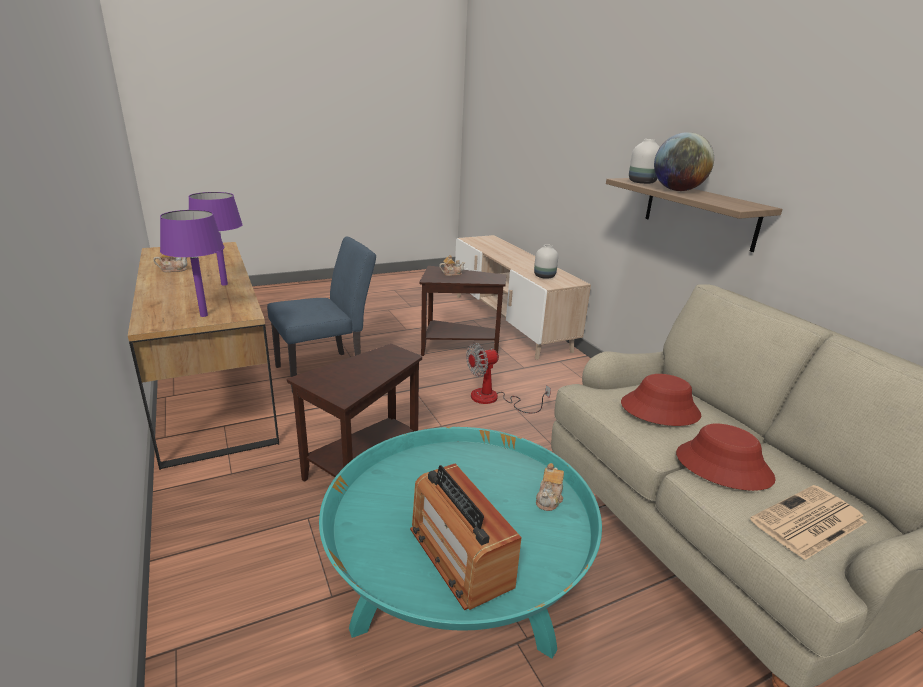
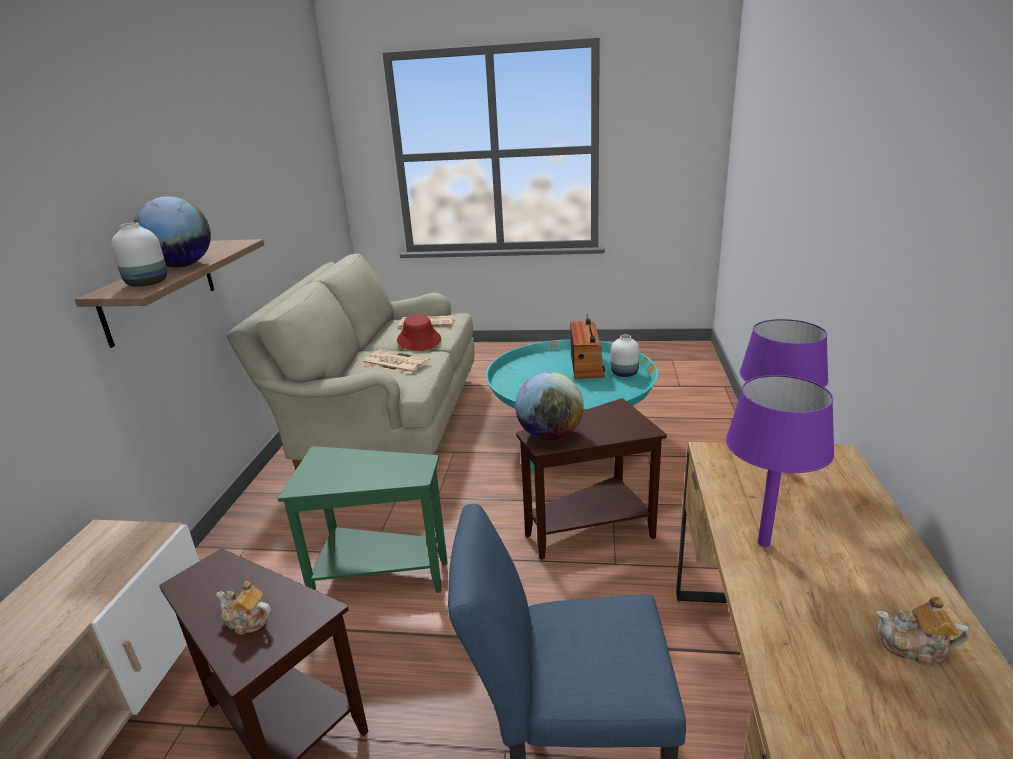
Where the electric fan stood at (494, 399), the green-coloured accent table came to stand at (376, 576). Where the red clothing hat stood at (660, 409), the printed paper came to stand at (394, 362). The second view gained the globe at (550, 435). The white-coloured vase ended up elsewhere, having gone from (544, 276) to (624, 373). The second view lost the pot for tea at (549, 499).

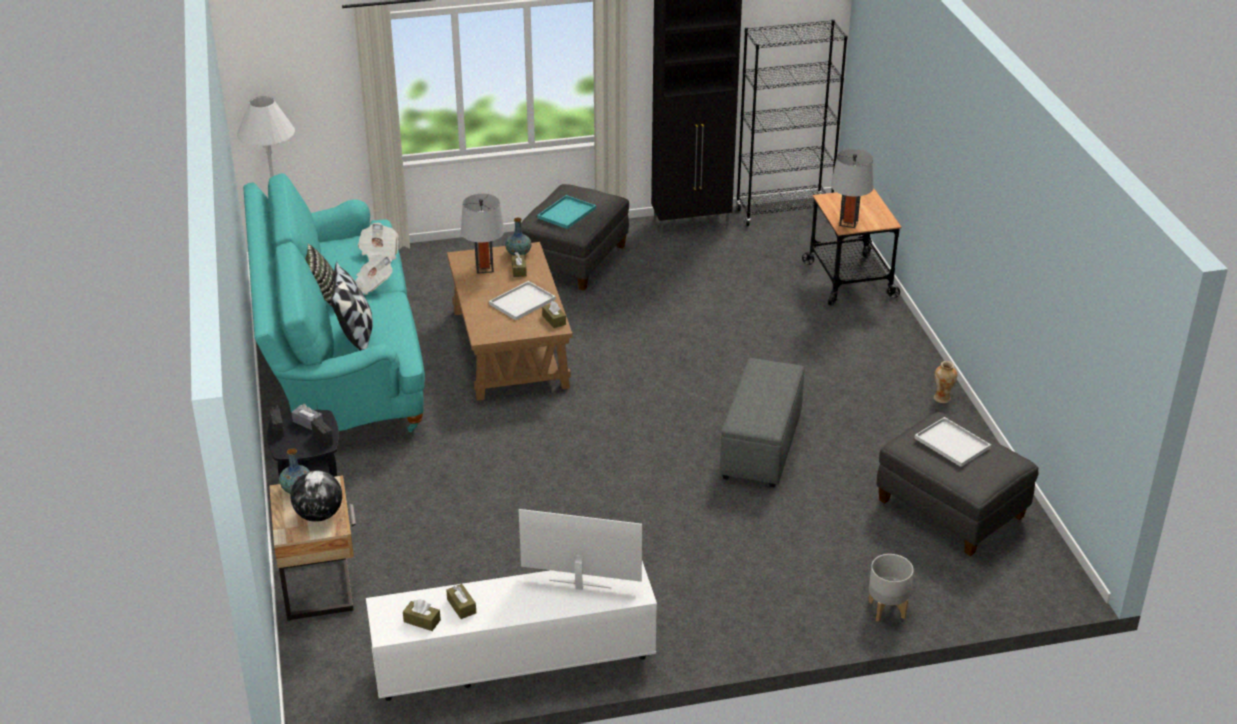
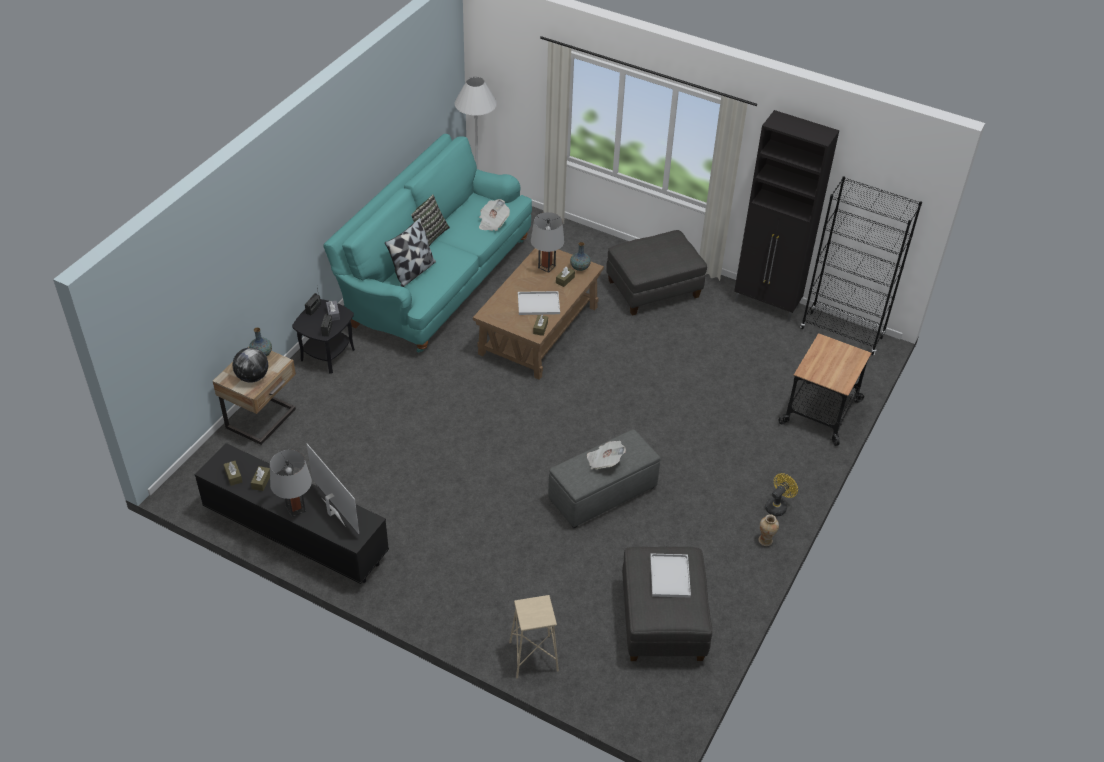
What was the white-coloured tv unit at (512, 665) turned into the blackish tv unit at (295, 535). The greyish table lamp ended up elsewhere, having gone from (848, 223) to (295, 509). Where the greyish plant pot stood at (887, 610), the beige-coloured stool came to stand at (533, 656). The printed paper ended up elsewhere, having gone from (372, 285) to (604, 461). The second view gained the yellowish electric fan at (777, 506). The second view lost the turquoise-coloured serving tray at (566, 214).

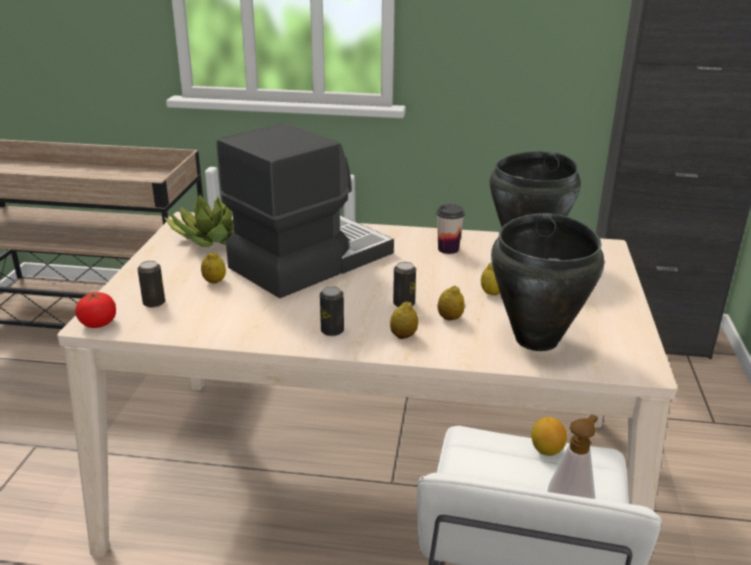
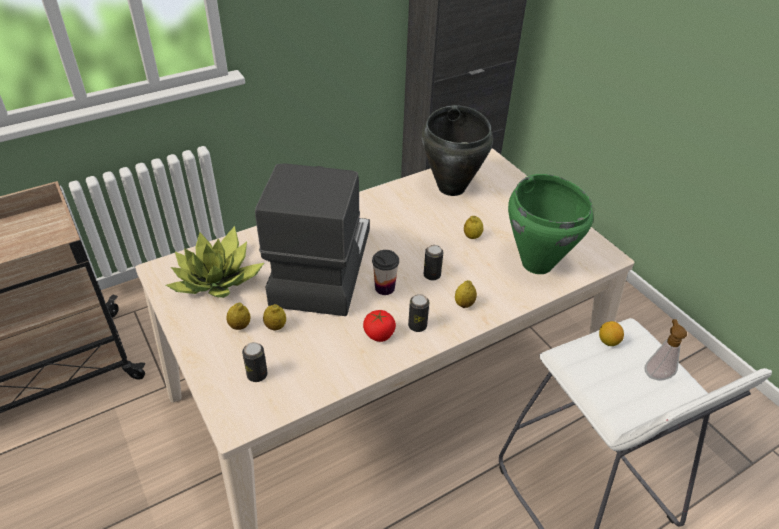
The lemon ended up elsewhere, having gone from (450, 318) to (240, 326). The fresh tomato ended up elsewhere, having gone from (98, 323) to (379, 334). The drinking cup ended up elsewhere, having gone from (448, 249) to (384, 288). What was the blackish saucepot at (537, 339) turned into the green-coloured saucepot at (537, 263).

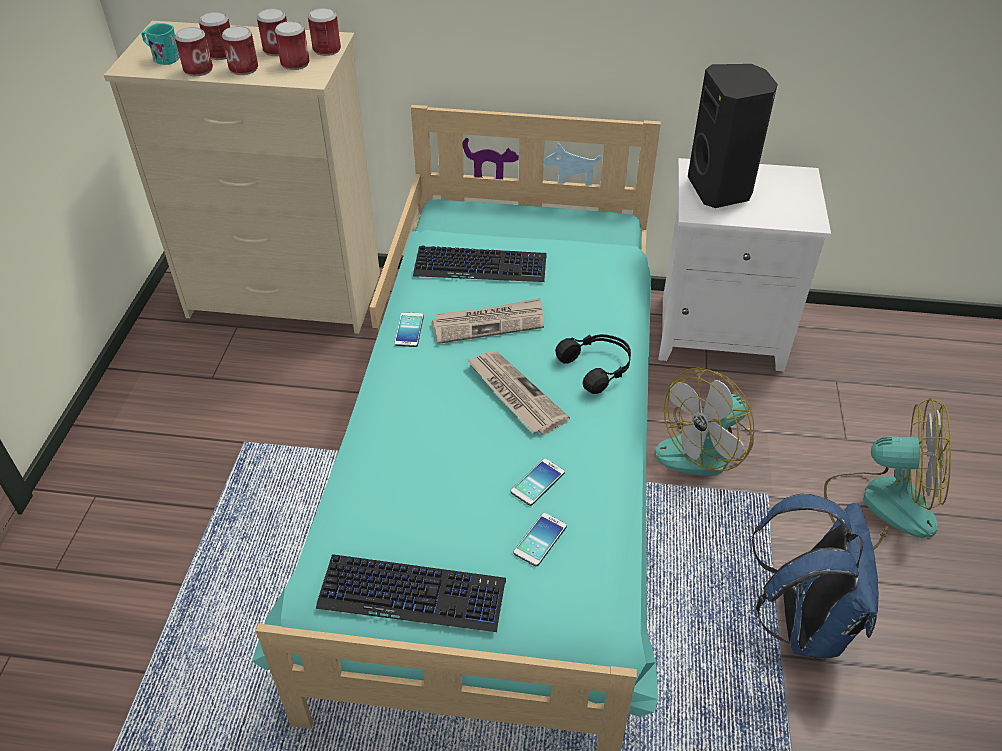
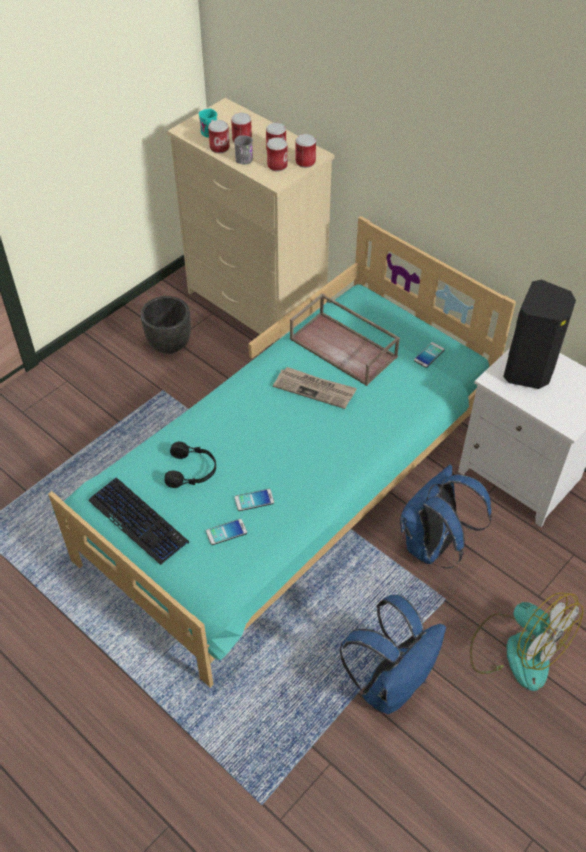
The second view gained the blackish plant pot at (169, 344). The blackish pair of headphones ended up elsewhere, having gone from (597, 367) to (192, 471). Where the sealed can stood at (244, 68), the greyish tea mug came to stand at (245, 157). Where the keyboard stood at (480, 266), the brown serving tray came to stand at (344, 348). Where the electric fan stood at (705, 448), the blue-coloured rucksack came to stand at (433, 547). The handset ended up elsewhere, having gone from (409, 330) to (429, 355). The second view lost the printed paper at (514, 394).

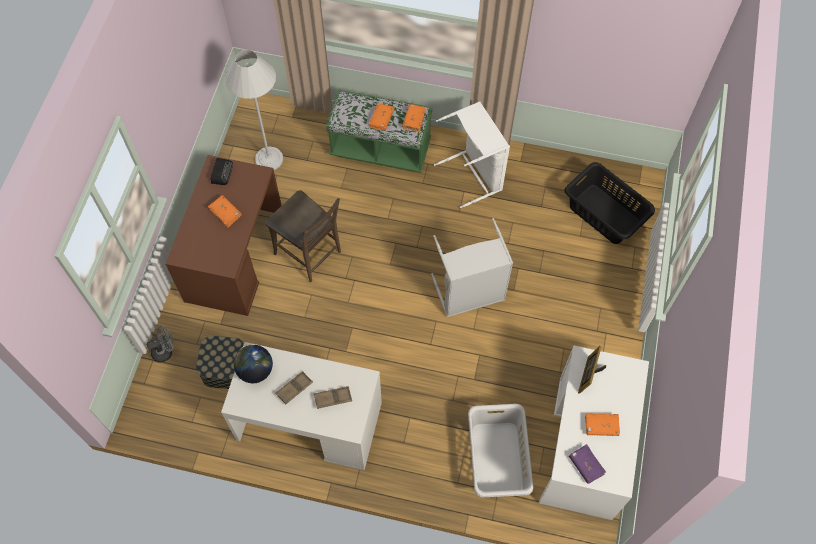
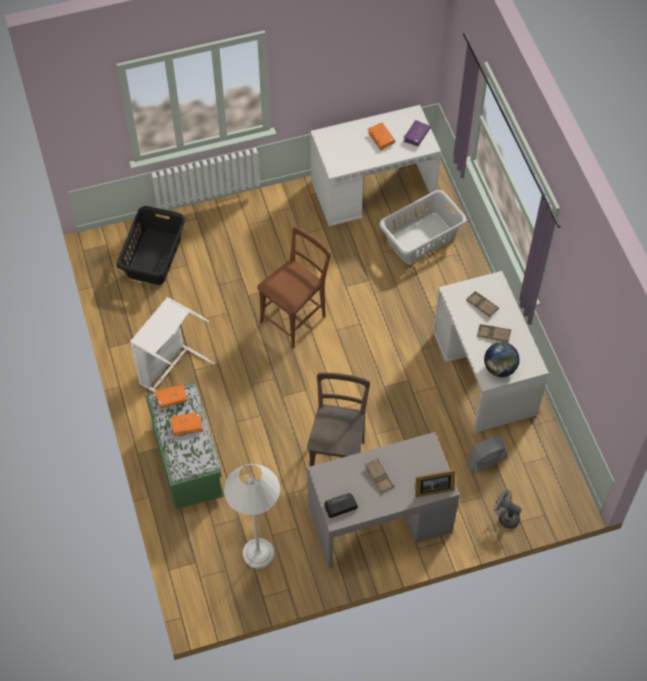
Where the greyish washing basket stood at (470, 294), the brown chair came to stand at (295, 317). What was the brown desk at (234, 255) turned into the greyish desk at (379, 519). Where the orange bound book stood at (225, 213), the brown serving tray came to stand at (379, 477). The standing frame ended up elsewhere, having gone from (589, 375) to (432, 489). Where the storage box stood at (225, 368), the greyish electric fan came to stand at (486, 461).

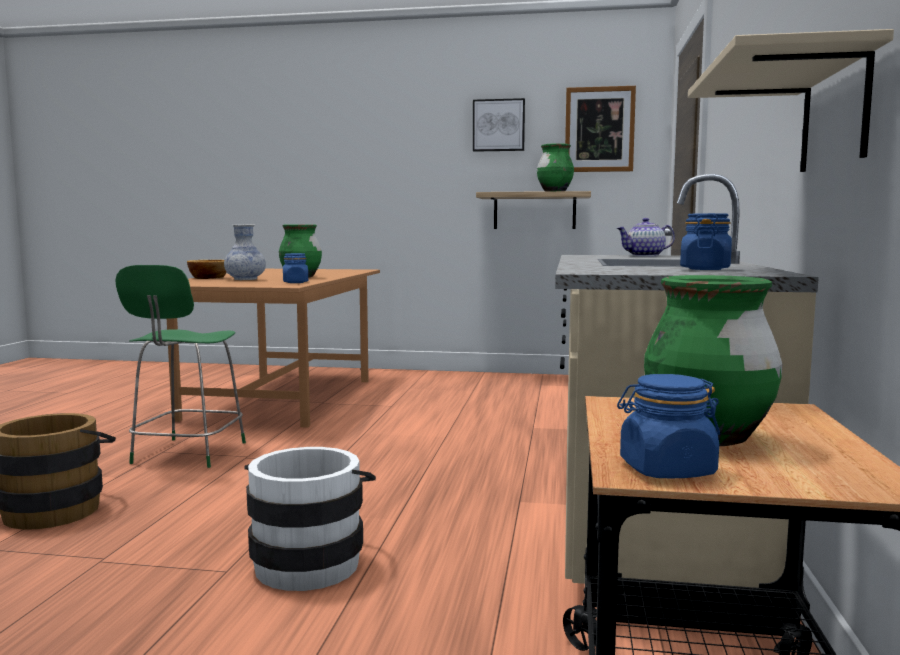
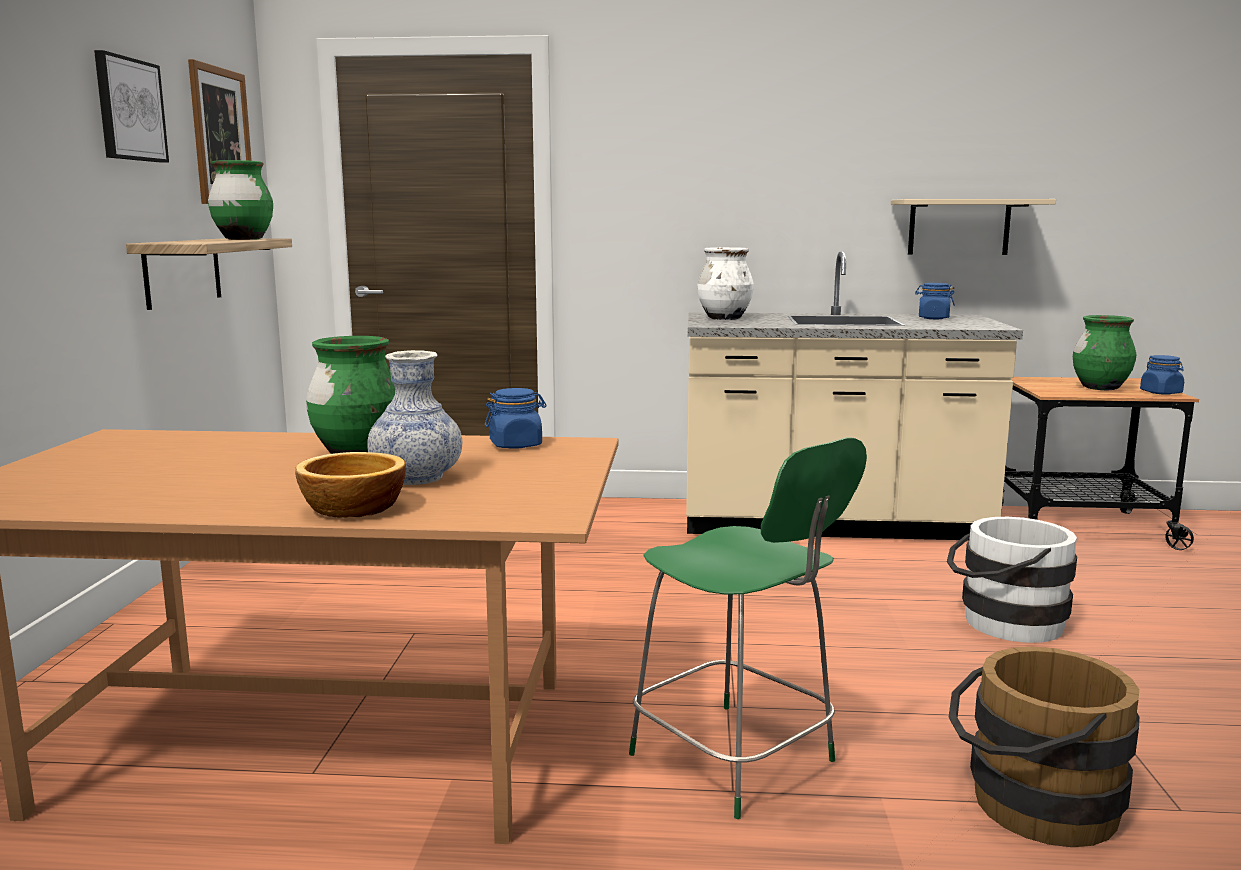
The green-coloured chair at (187, 454) ended up facing another way, 45 degrees clockwise from before. Where the pot for tea stood at (645, 256), the white-coloured vase came to stand at (724, 318).

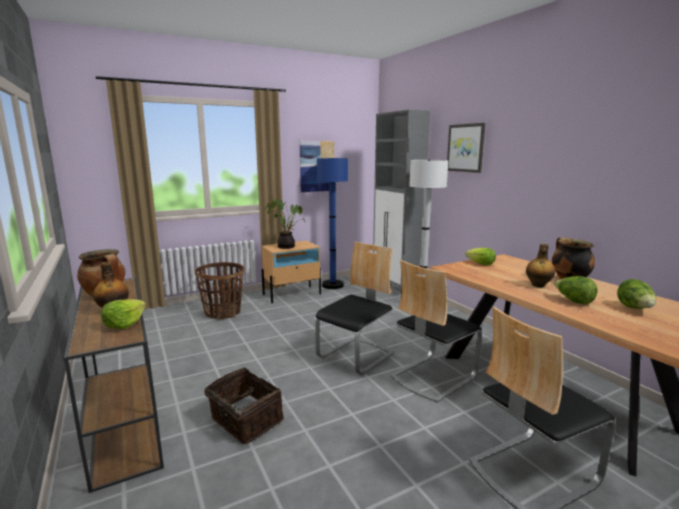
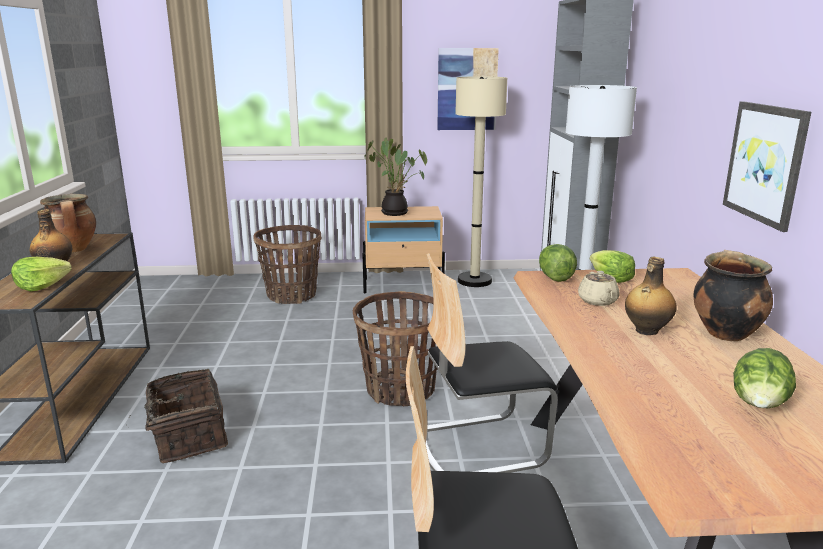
Where the chair stood at (356, 356), the household basket came to stand at (400, 390). What was the blue-coloured standing lamp at (332, 285) turned into the beige-coloured standing lamp at (474, 281). The head of lettuce ended up elsewhere, having gone from (573, 301) to (555, 277). The second view gained the beige-coloured pot for tea at (597, 301). The picture ended up elsewhere, having gone from (465, 148) to (766, 163).

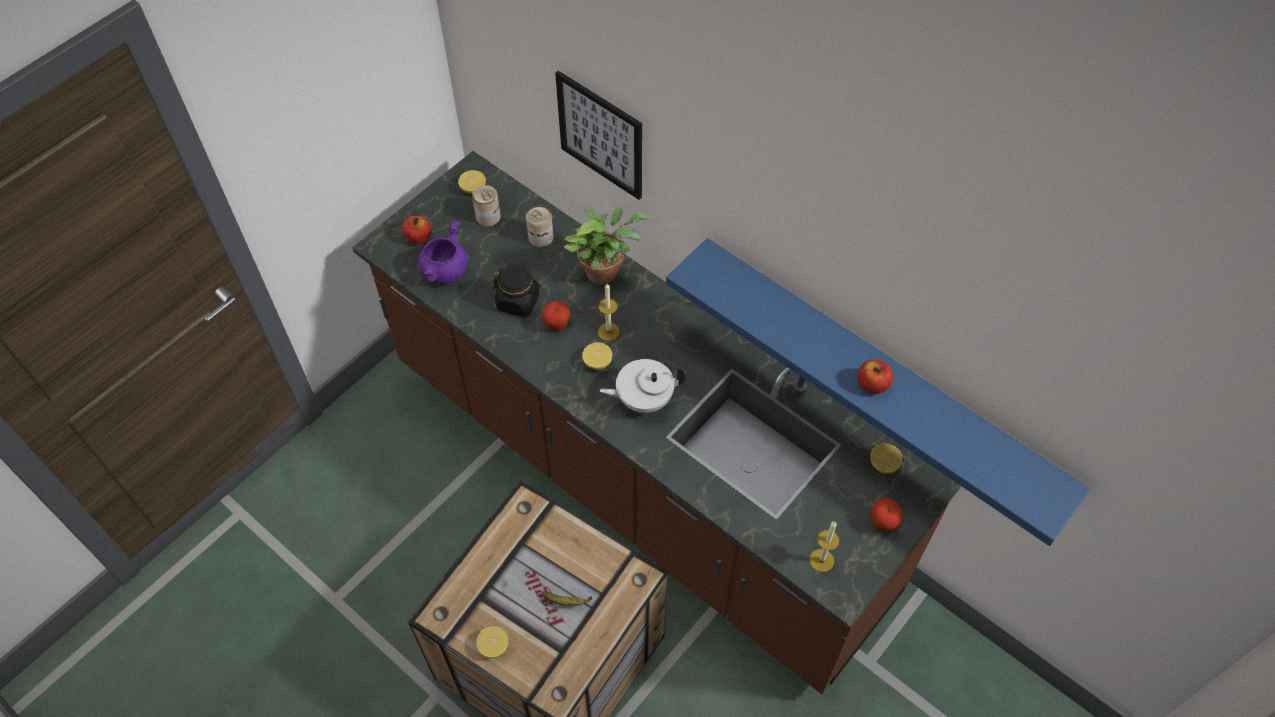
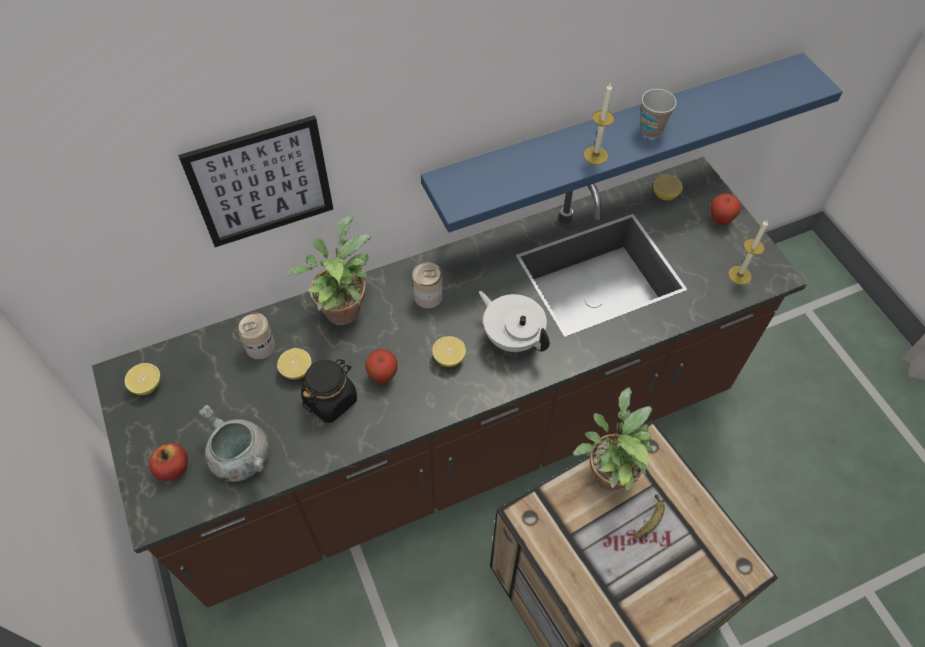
What was the purplish saucepot at (444, 270) turned into the greyish saucepot at (240, 458). The lemon ended up elsewhere, having gone from (493, 646) to (297, 370). The sealed can ended up elsewhere, having gone from (488, 216) to (428, 296). The white-coloured pot for tea at (643, 399) ended up facing another way, 120 degrees clockwise from before. The second view gained the plant in a pot at (609, 470). The wax light ended up elsewhere, having gone from (608, 332) to (595, 155). Where the apple stood at (872, 384), the drinking cup came to stand at (651, 130).

